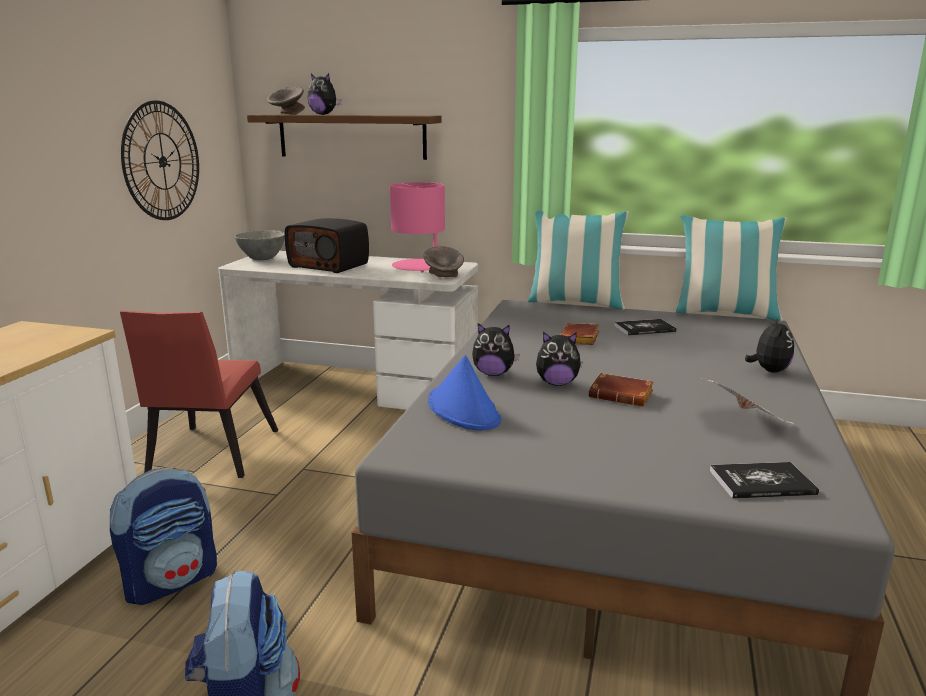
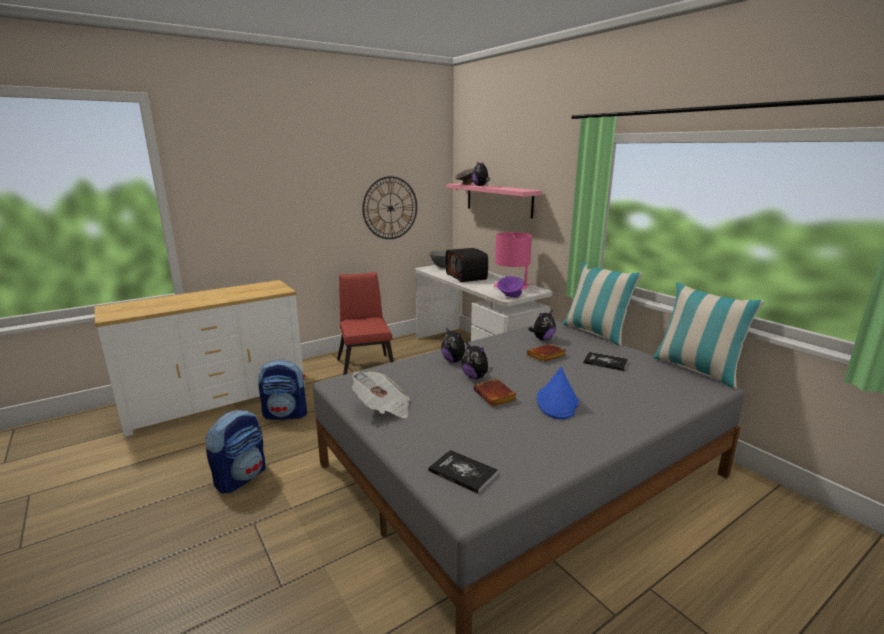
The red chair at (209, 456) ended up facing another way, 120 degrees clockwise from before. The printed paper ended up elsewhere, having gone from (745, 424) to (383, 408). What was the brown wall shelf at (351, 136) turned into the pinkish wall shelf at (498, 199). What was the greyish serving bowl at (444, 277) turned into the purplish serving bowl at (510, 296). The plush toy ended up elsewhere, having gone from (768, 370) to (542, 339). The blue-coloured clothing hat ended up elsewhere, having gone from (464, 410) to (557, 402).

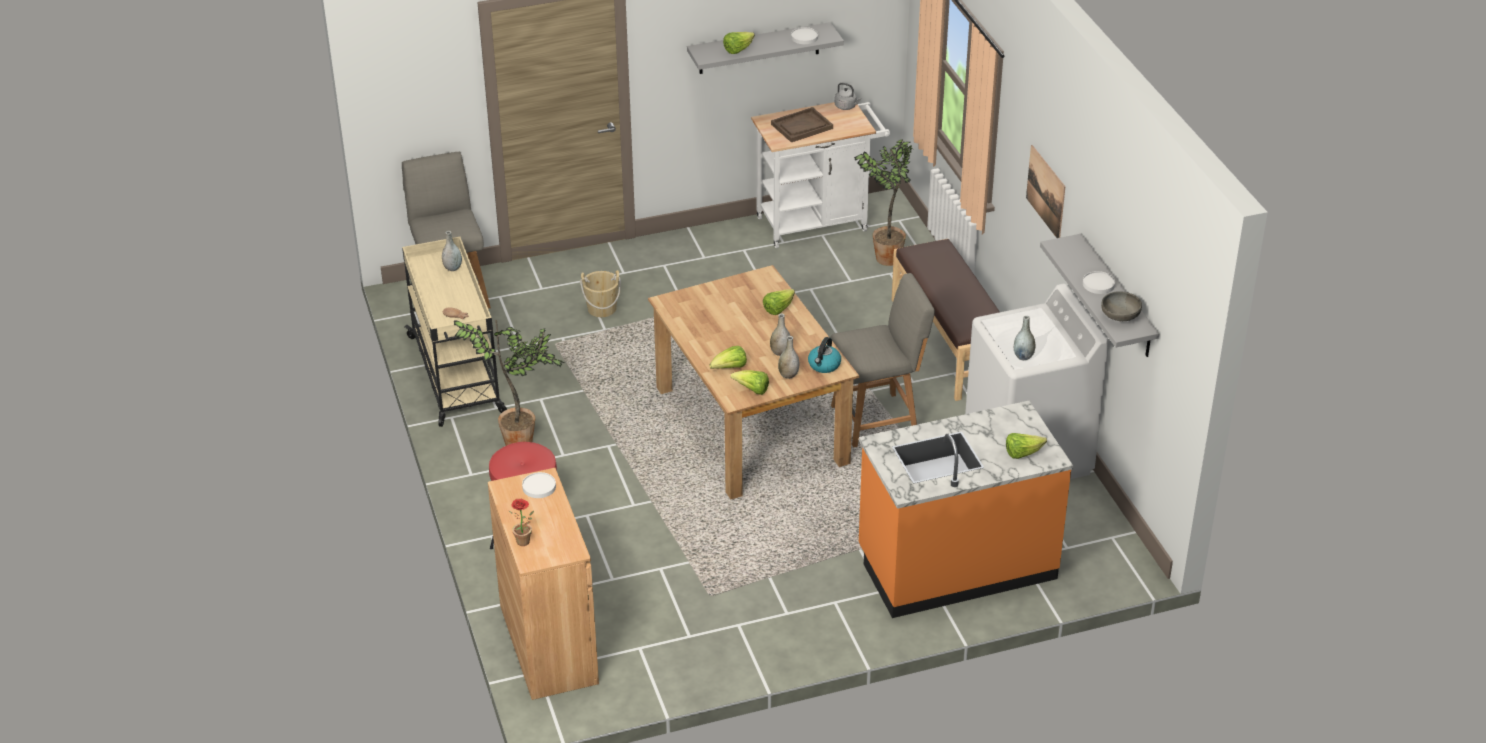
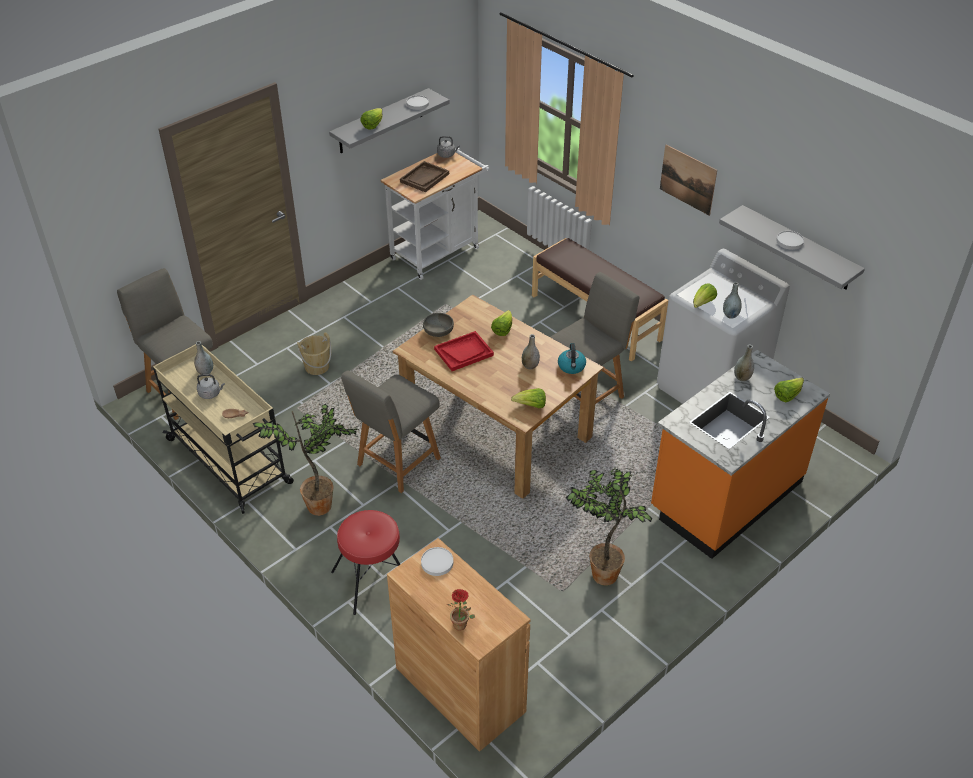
The second view gained the greyish kettle at (211, 393). The second view gained the greyish chair at (396, 463). The greyish serving bowl ended up elsewhere, having gone from (1120, 316) to (438, 332). The second view gained the red serving tray at (464, 352). The plant in a pot ended up elsewhere, having gone from (886, 256) to (601, 573). The head of lettuce ended up elsewhere, having gone from (730, 368) to (702, 304). The greyish vase ended up elsewhere, having gone from (788, 375) to (742, 377).

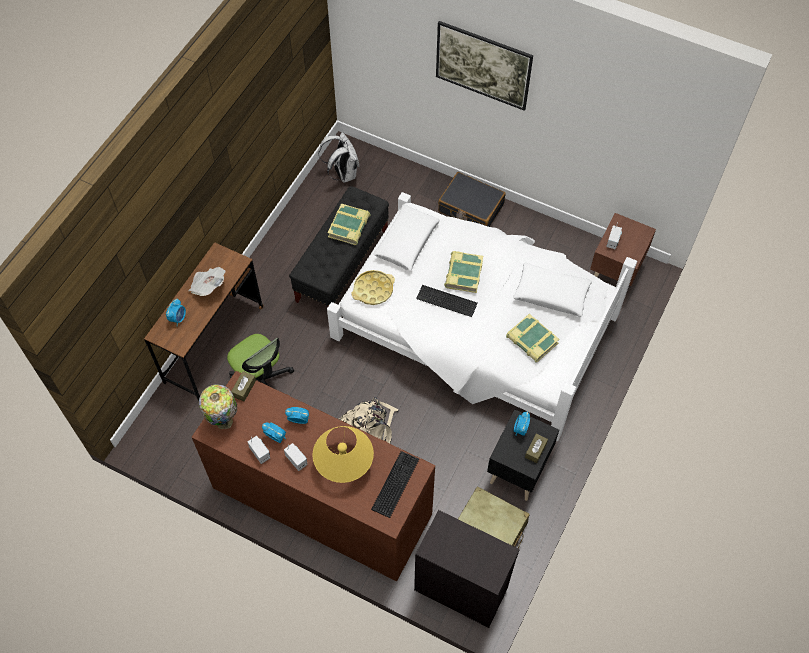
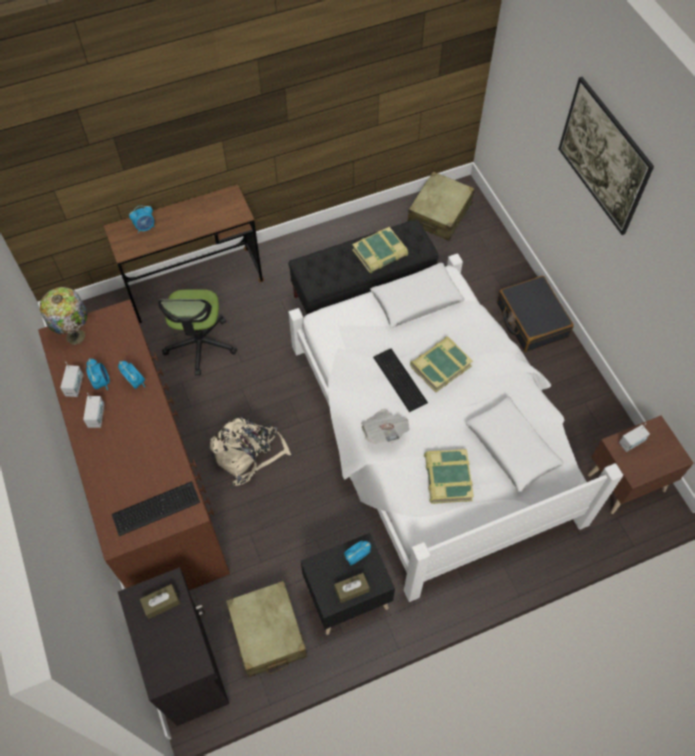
The brown box of tissues ended up elsewhere, having gone from (244, 388) to (161, 603). The printed paper ended up elsewhere, having gone from (208, 286) to (384, 431). Where the white-coloured rucksack stood at (343, 173), the beige-coloured piece of luggage came to stand at (440, 213). The second view lost the yellowish table lamp at (344, 464). The second view lost the yellowish serving tray at (373, 290).

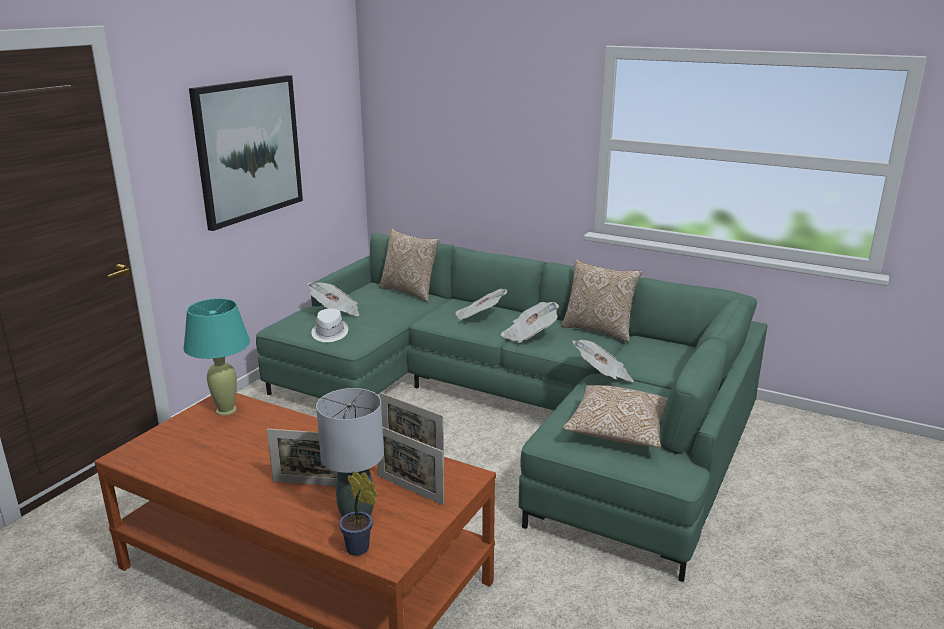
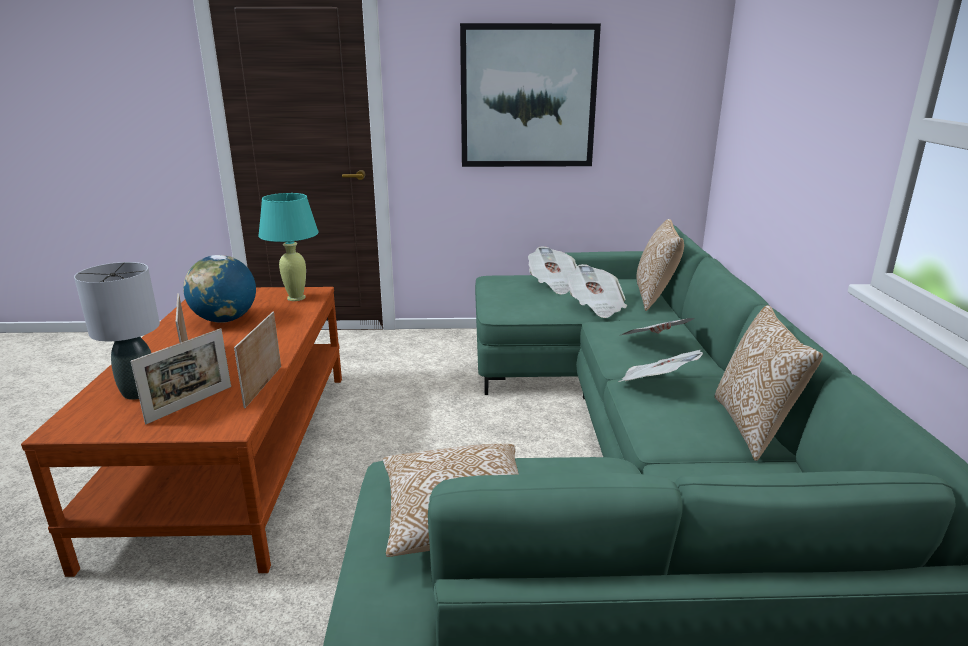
The standing frame at (410, 490) ended up facing another way, 150 degrees counterclockwise from before. The second view gained the globe at (225, 320). The printed paper ended up elsewhere, having gone from (602, 376) to (596, 306). The second view lost the white-coloured clothing hat at (329, 333). The second view lost the plant in a pot at (360, 549).

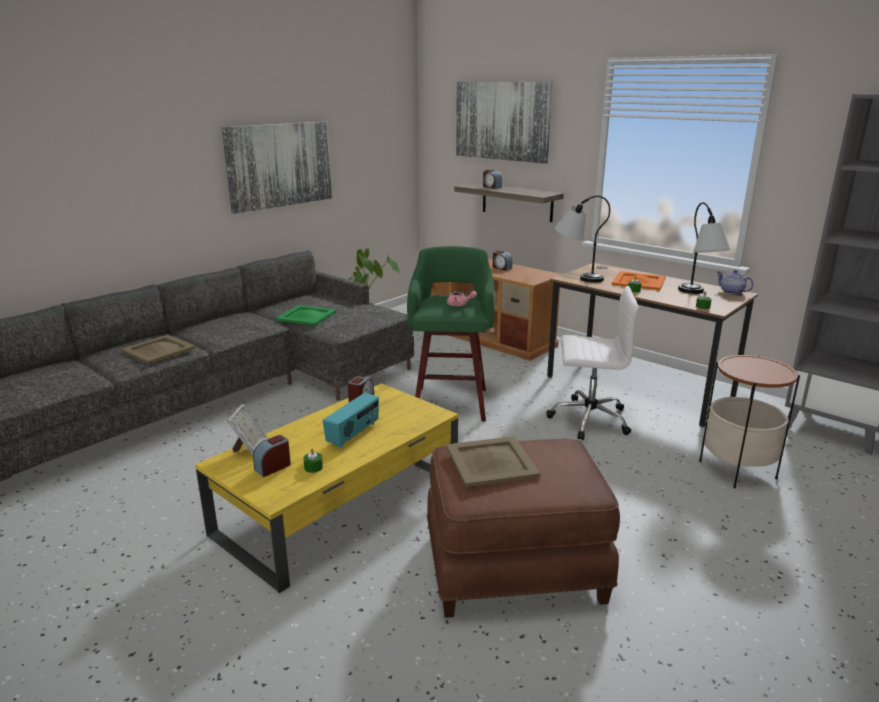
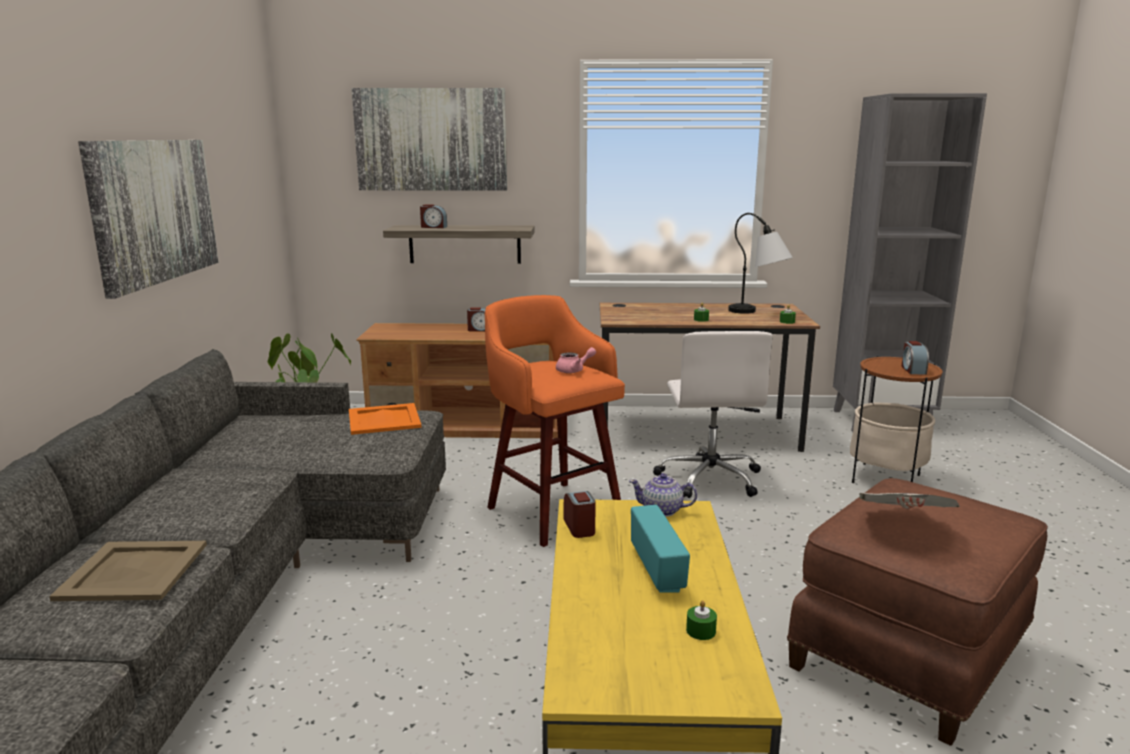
The orange serving tray ended up elsewhere, having gone from (639, 281) to (384, 419). What was the green-coloured stool at (451, 402) turned into the orange stool at (552, 510). The pot for tea ended up elsewhere, having gone from (732, 292) to (662, 511). The white-coloured office chair at (588, 419) ended up facing another way, 120 degrees clockwise from before. Where the beige-coloured serving tray stood at (491, 461), the printed paper came to stand at (903, 524). The alarm clock ended up elsewhere, having gone from (273, 467) to (913, 370). The second view lost the standing frame at (250, 449). The second view lost the green-coloured serving tray at (307, 315). The second view lost the table lamp at (576, 277).

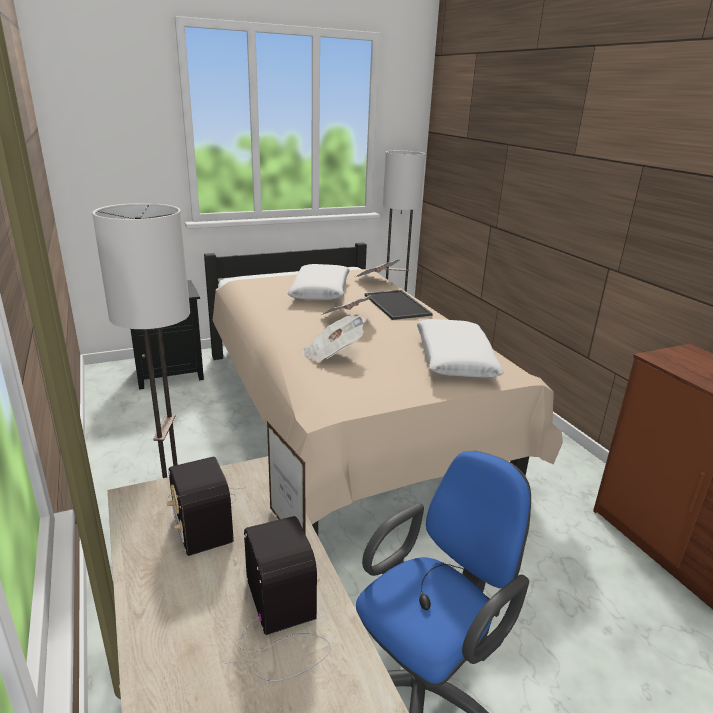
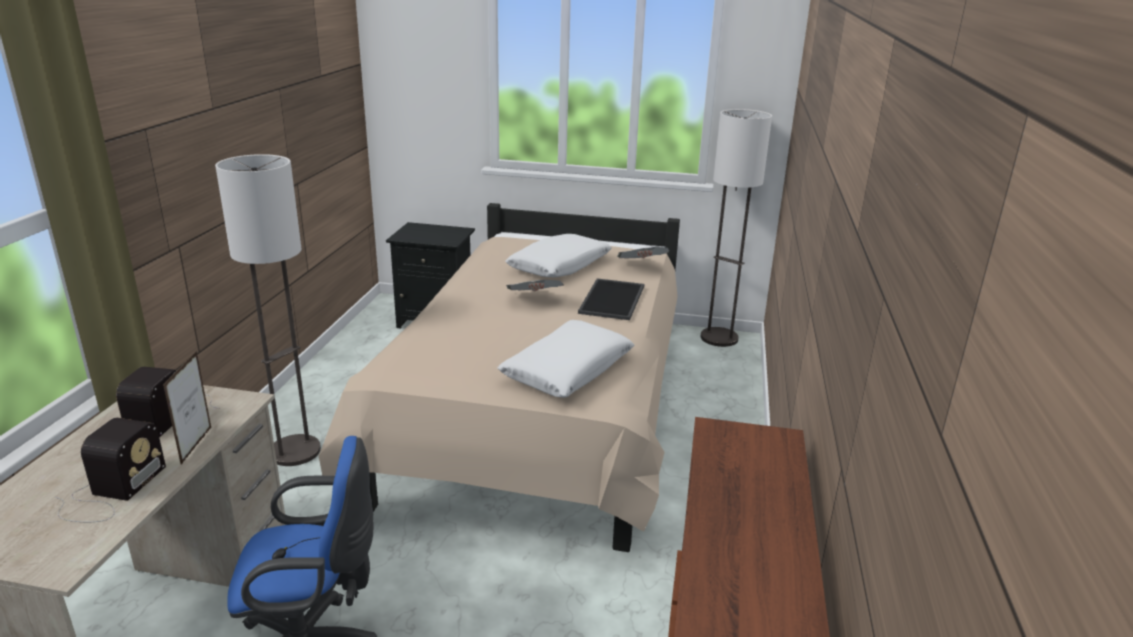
The second view lost the printed paper at (332, 354).

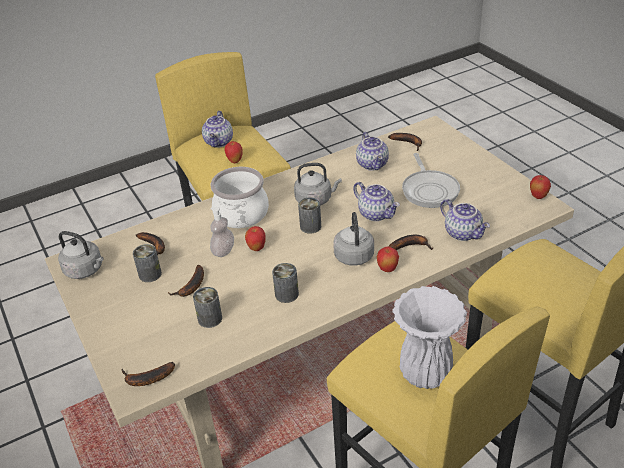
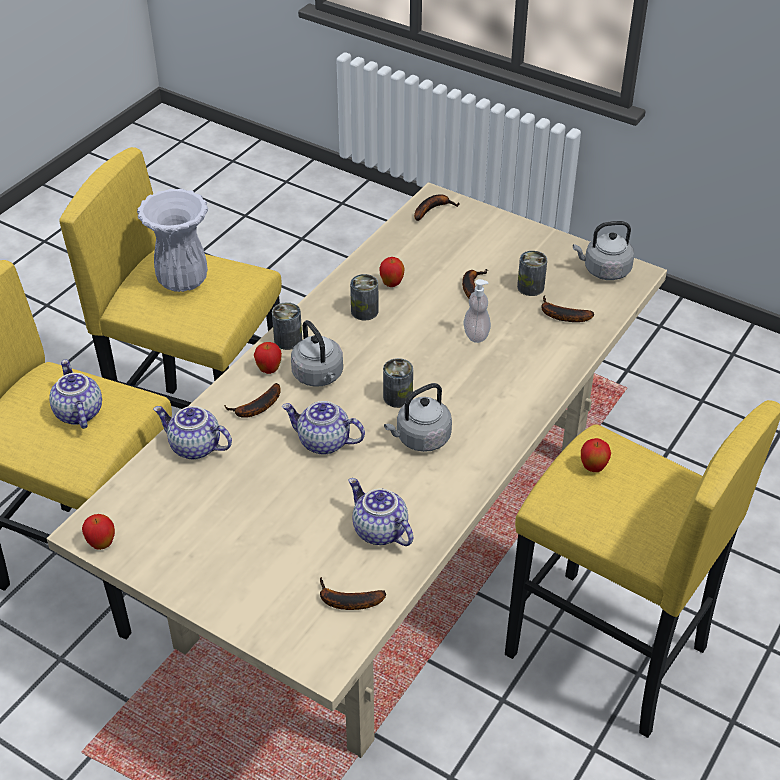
The pot for tea ended up elsewhere, having gone from (219, 142) to (77, 413). The sealed can ended up elsewhere, having gone from (210, 319) to (288, 340). The apple ended up elsewhere, having gone from (257, 248) to (392, 284). The second view lost the saucepot at (241, 214). The second view lost the pan at (429, 190).

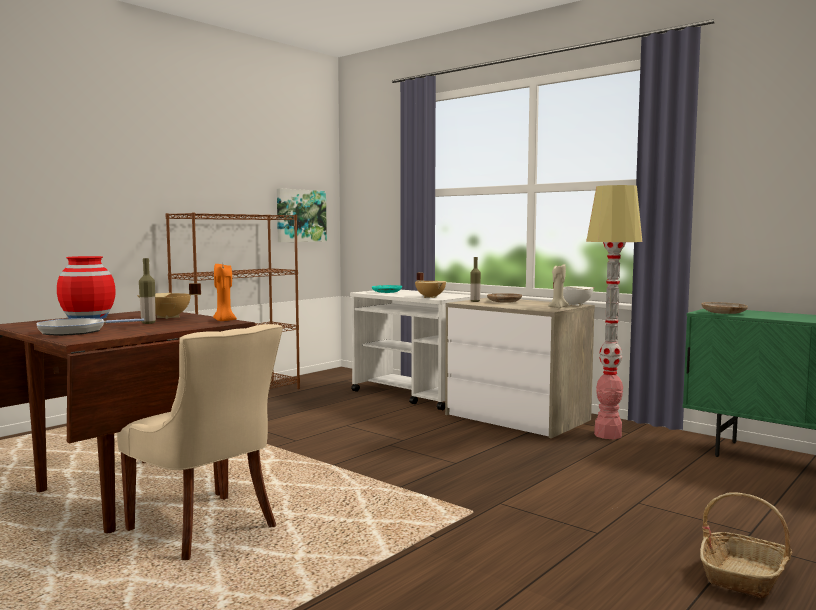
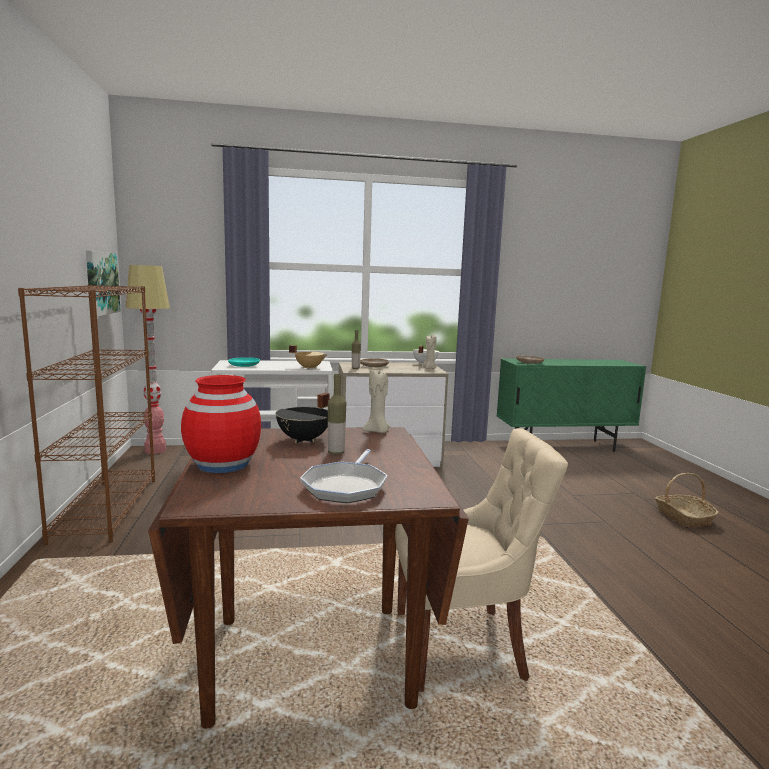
The standing lamp ended up elsewhere, having gone from (608, 435) to (155, 450). What was the beige-coloured saucepot at (168, 317) turned into the blackish saucepot at (305, 440). What was the orange wax light at (224, 321) turned into the beige-coloured wax light at (377, 431).

